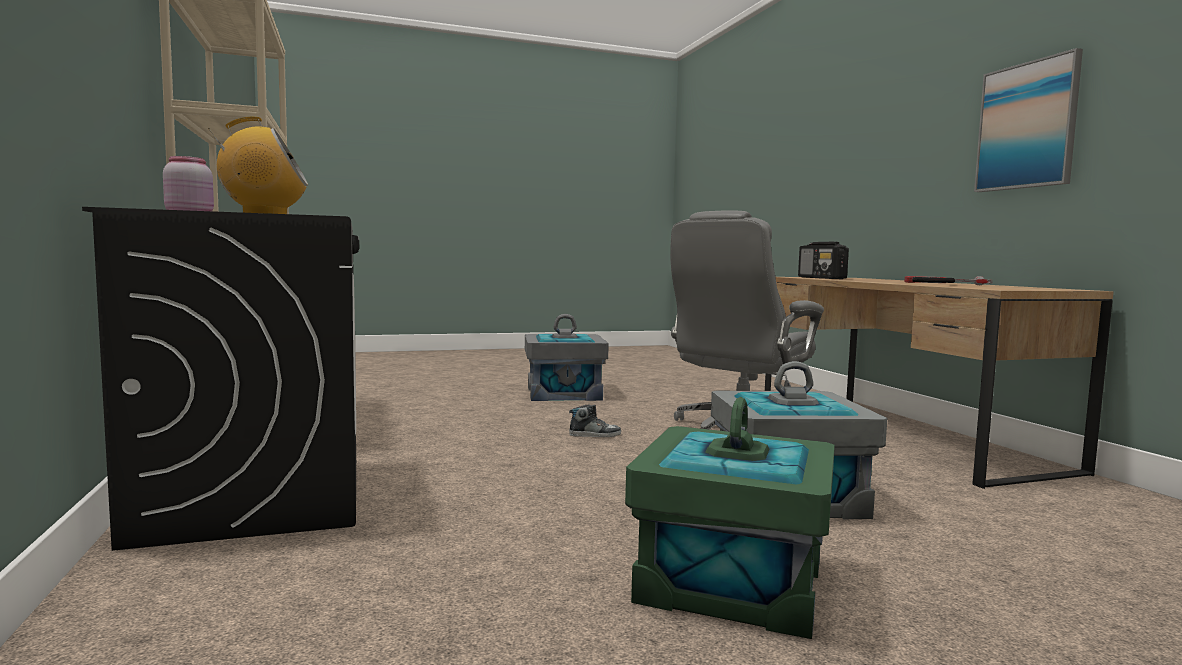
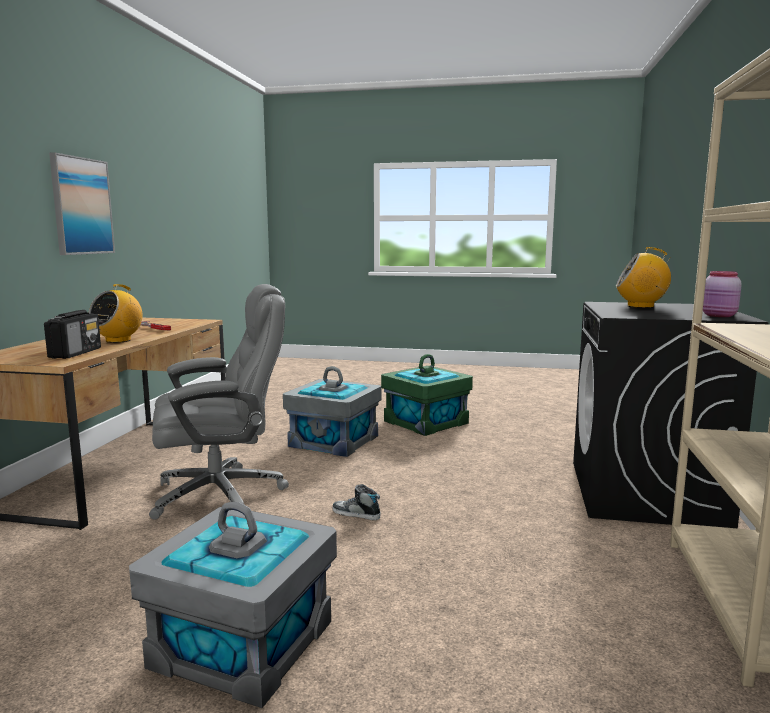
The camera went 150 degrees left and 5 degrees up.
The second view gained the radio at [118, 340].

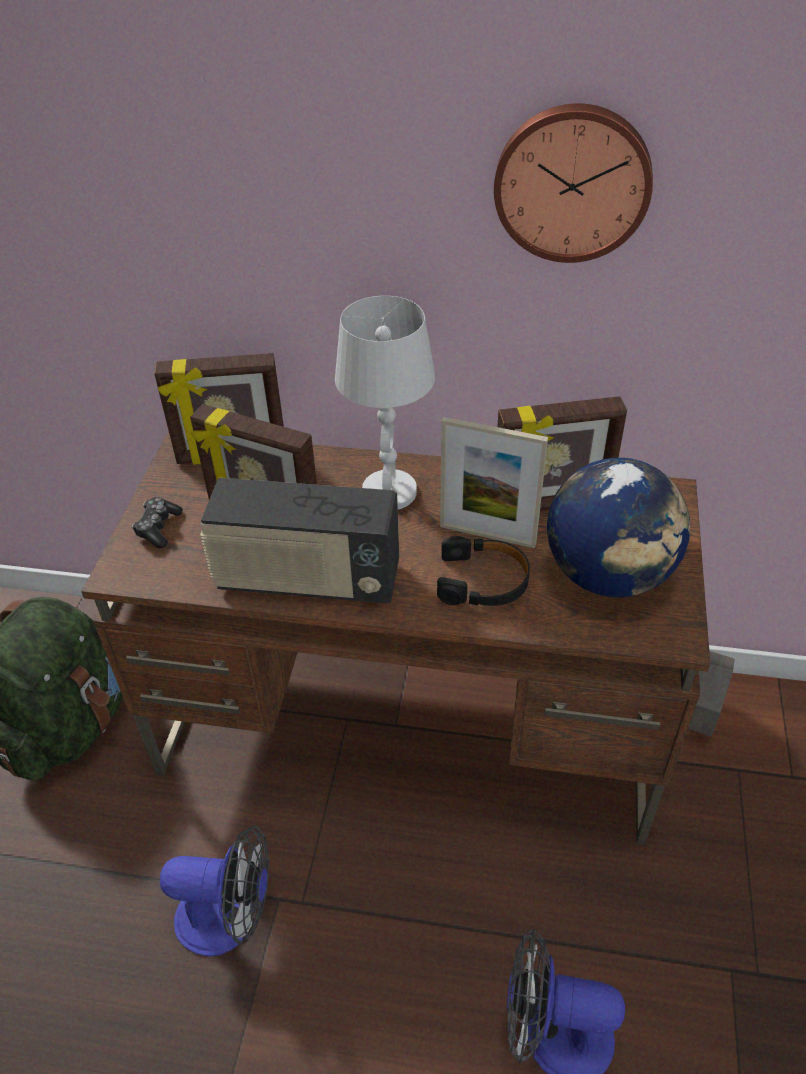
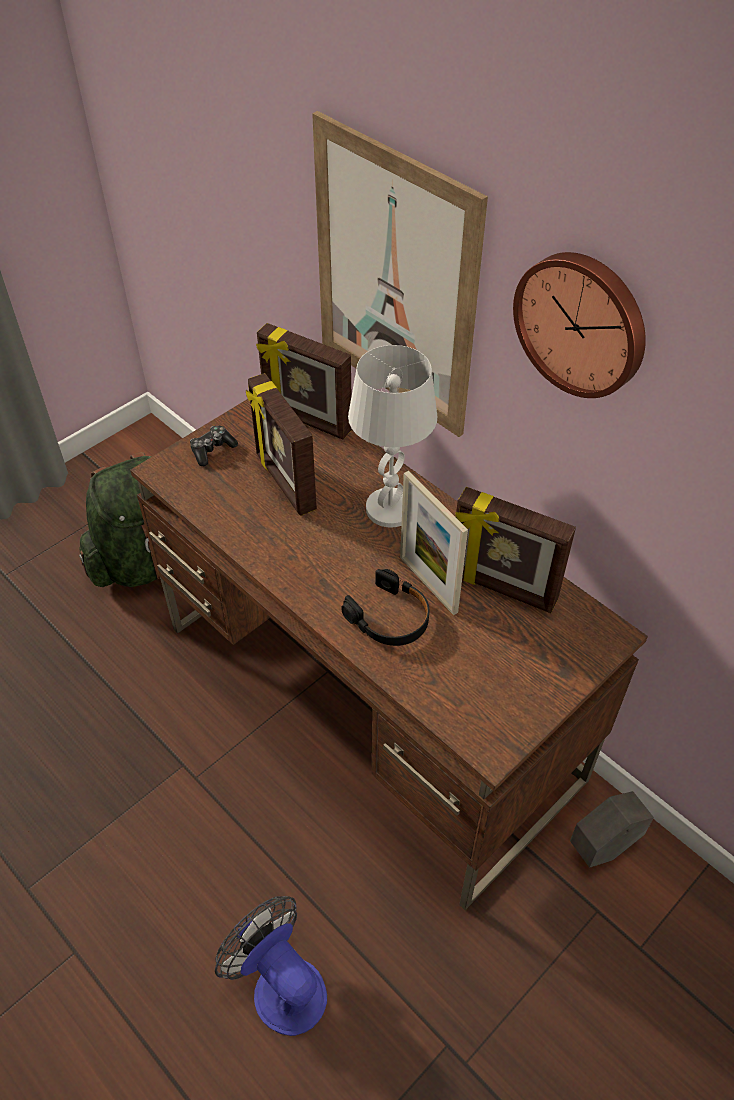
The camera went 35 degrees right and 5 degrees up.
The second view lost the ventilateur at [229, 918].
The second view lost the radio at [308, 579].
The second view lost the globe at [609, 575].
The second view gained the tableau at [394, 281].

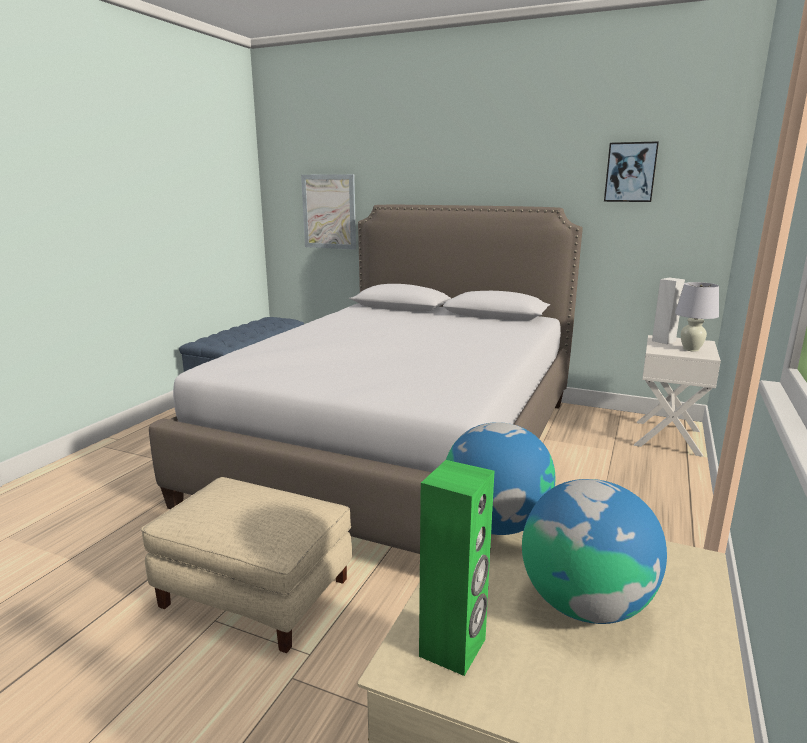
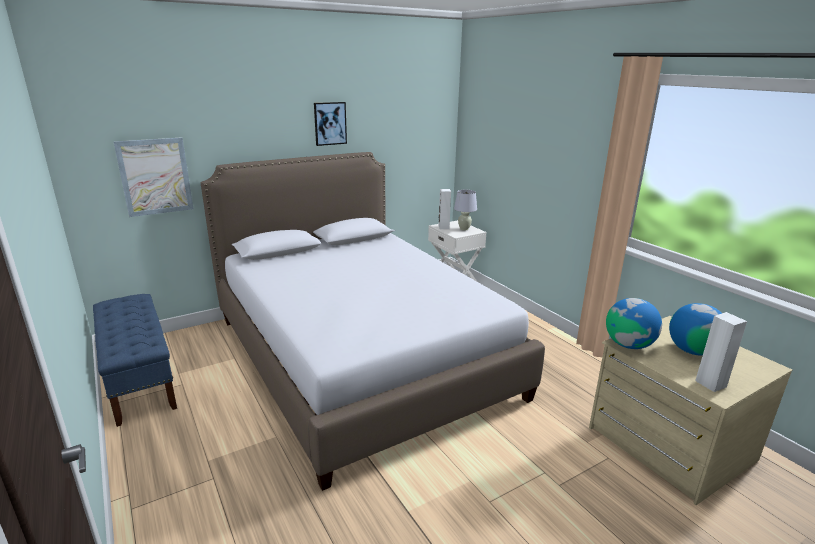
The camera went 55 degrees left and 5 degrees up.
The second view lost the pouf/beige at [257, 591].
What was the enceinte/vert at [453, 648] turned into the enceinte/blanc at [711, 384].
The tableau ended up elsewhere, having gone from [630, 172] to [330, 123].

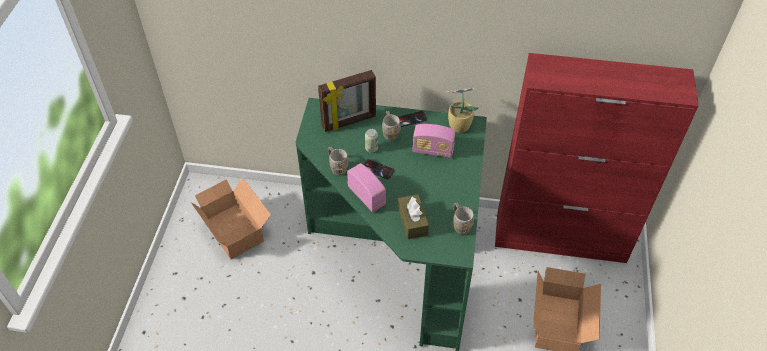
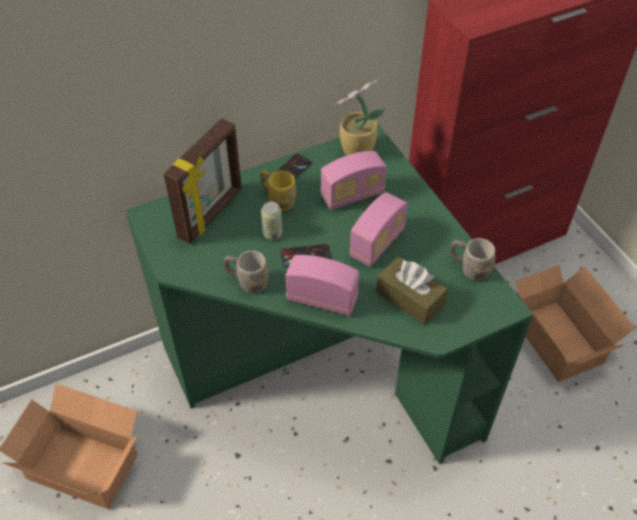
The camera went 35 degrees left and 0 degrees up.
What was the mug/gris at [390, 132] turned into the mug/jaune at [278, 200].
The second view gained the radio at [377, 243].

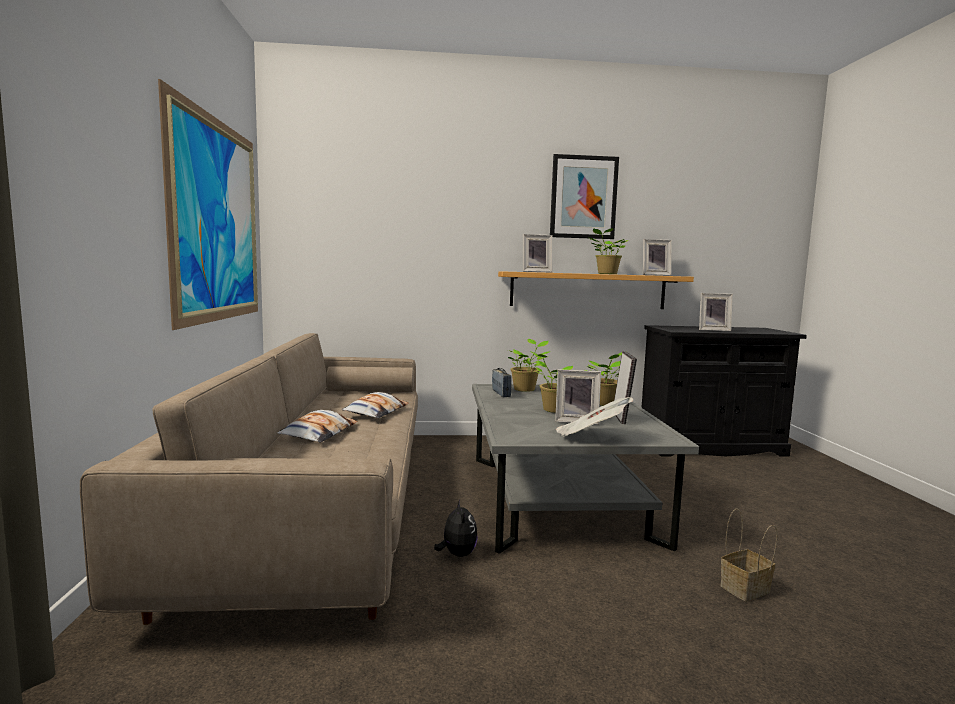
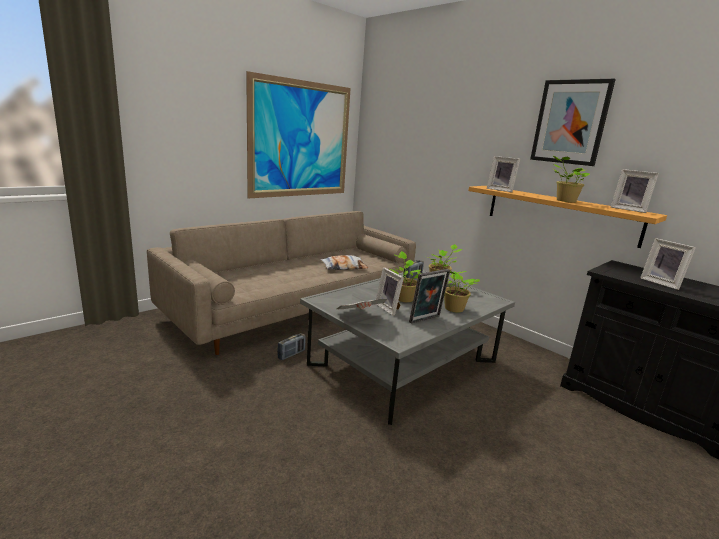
The camera went 50 degrees right and 10 degrees up.
The second view lost the coussin at [319, 433].
Where the peluche stood at [457, 554], the radio came to stand at [291, 354].
The second view lost the panier at [745, 589].

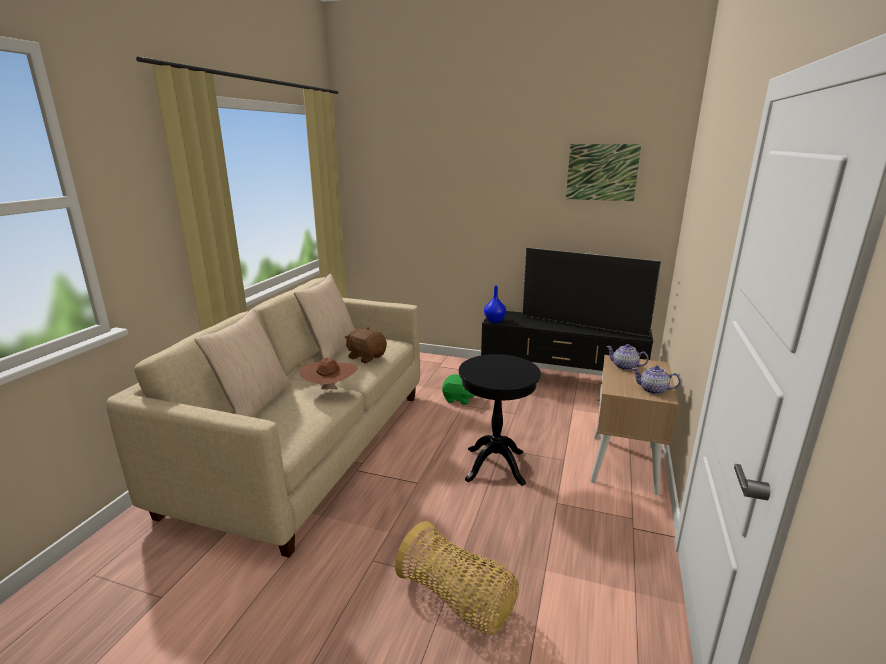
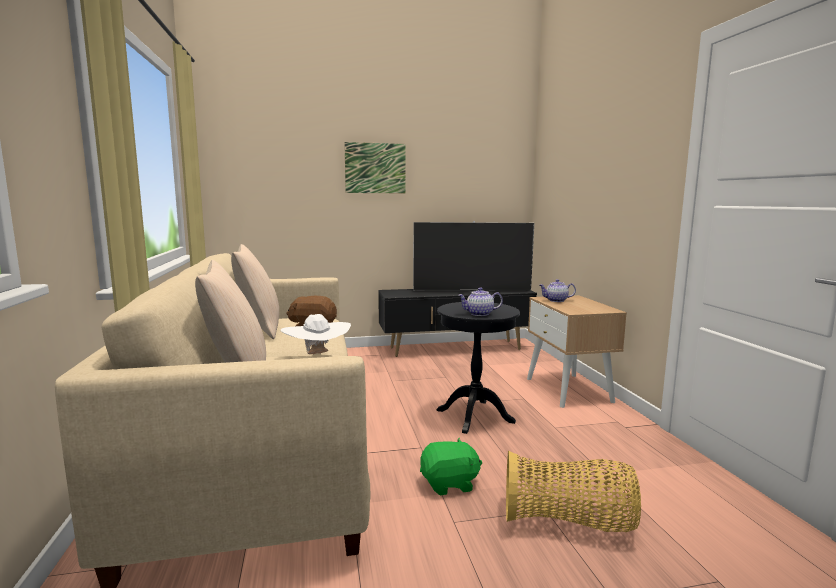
The camera went 30 degrees left and 10 degrees down.
What was the chapeau/marron at [330, 390] turned into the chapeau/blanc at [317, 355].
The peluche/vert ended up elsewhere, having gone from [459, 399] to [449, 484].
The second view lost the vase/bleu at [494, 320].
The tableau ended up elsewhere, having gone from [602, 172] to [375, 168].
The théière ended up elsewhere, having gone from [653, 390] to [479, 314].

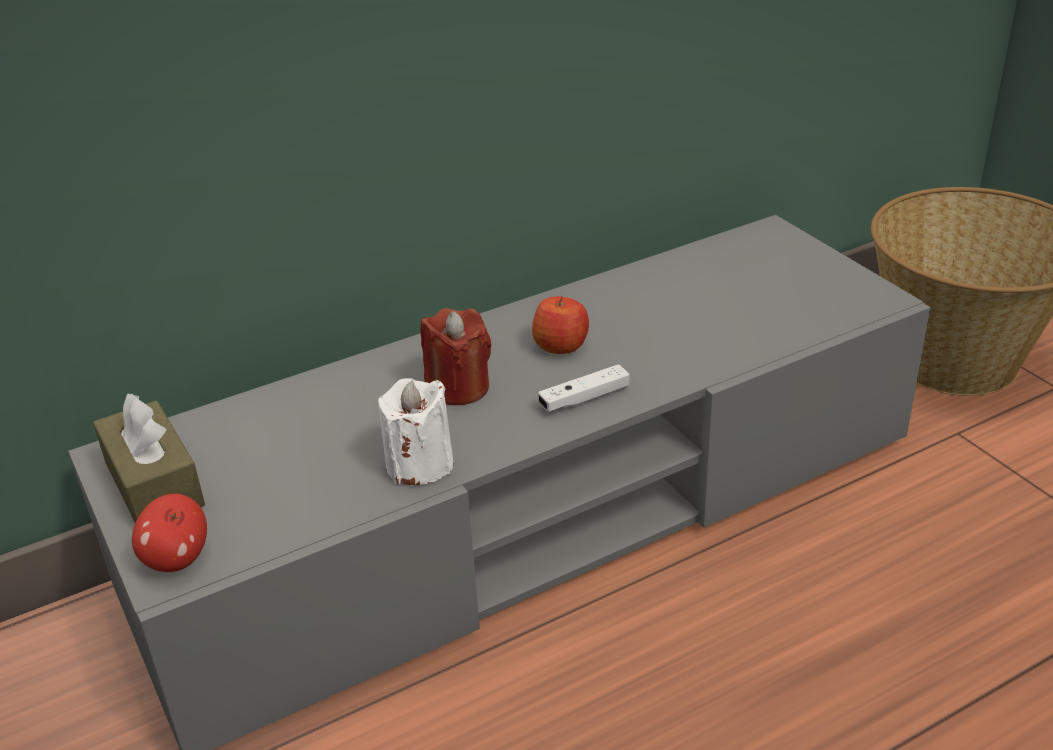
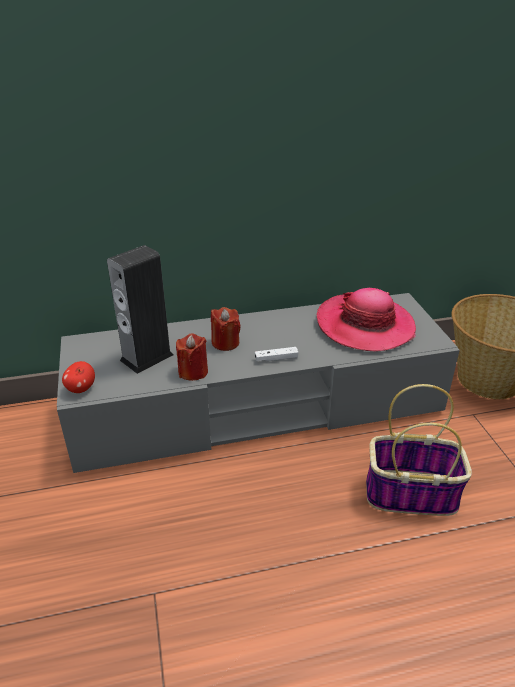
The camera went 15 degrees right and 0 degrees up.
The second view lost the boîte à mouchoirs/marron at [154, 484].
What was the bougie/blanc at [419, 464] turned into the bougie/rouge at [193, 372].
The second view lost the pomme at [561, 345].
The second view gained the enceinte at [147, 357].
The second view gained the chapeau at [365, 325].
The second view gained the panier at [412, 493].

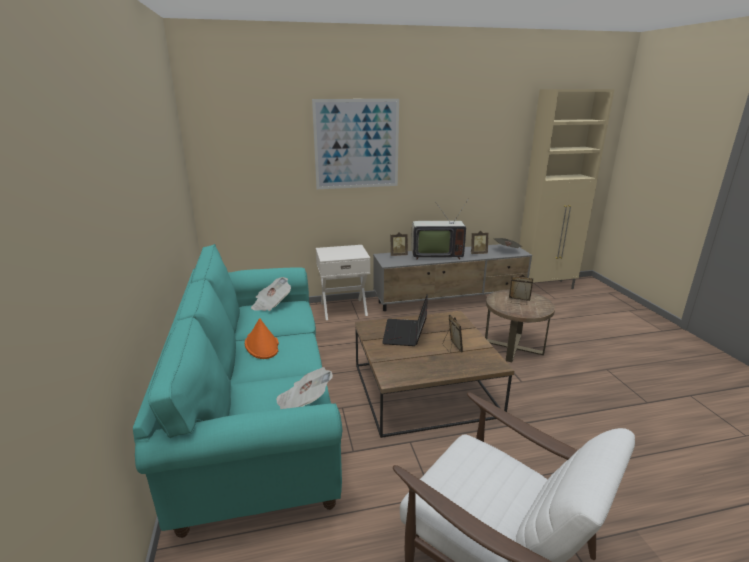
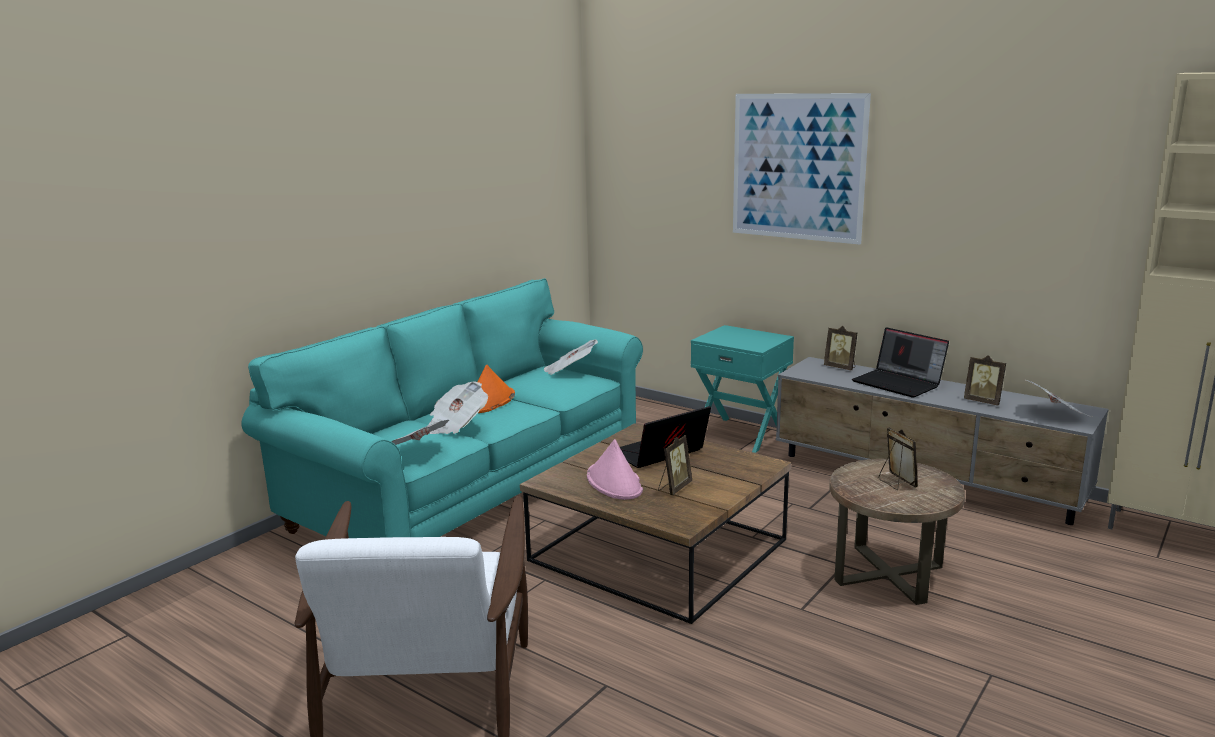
The camera went 50 degrees right and 5 degrees down.
What was the table de chevet/blanc at [343, 308] turned into the table de chevet/turquoise at [740, 434].
Where the téléviseur stood at [435, 255], the ordinateur portable came to stand at [899, 383].
The second view gained the journal at [456, 425].
The second view gained the chapeau/rose at [614, 482].

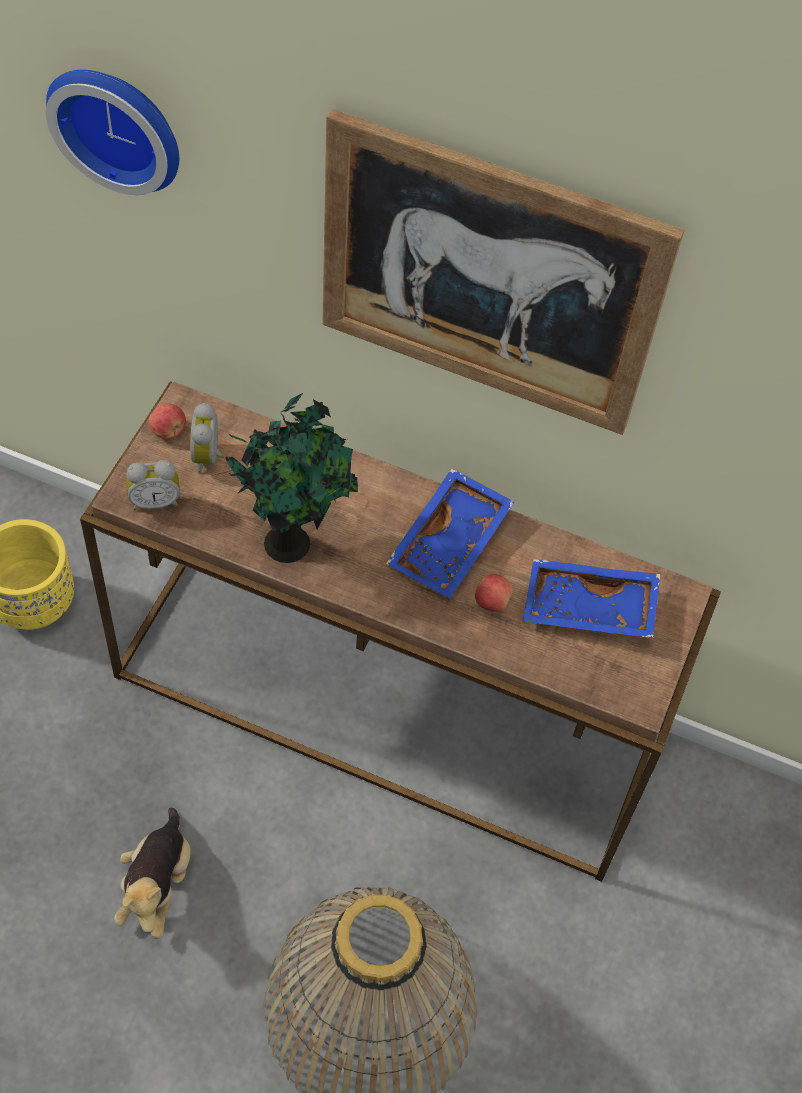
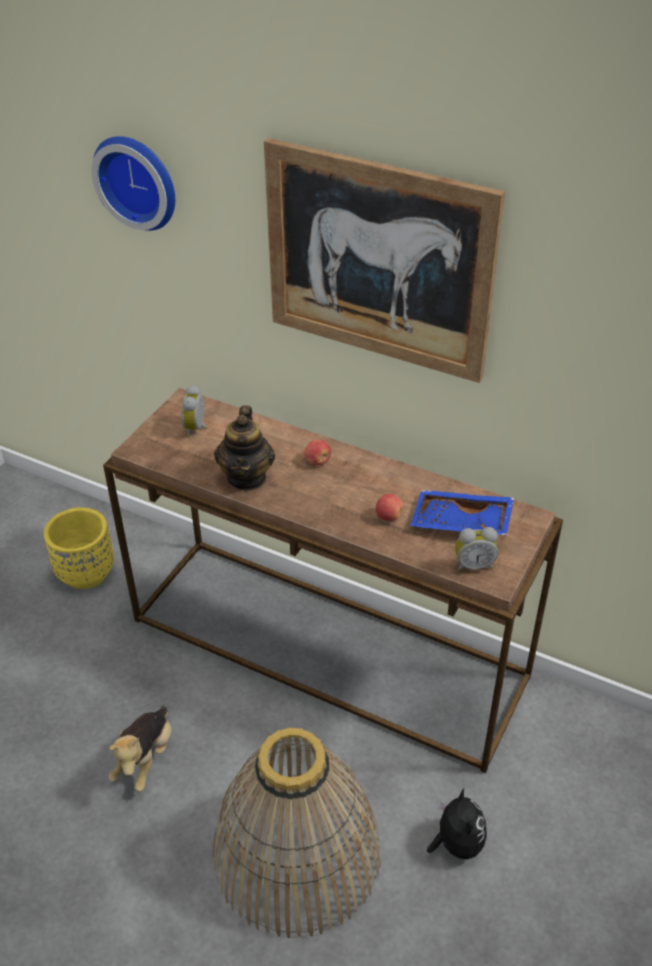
The camera went 10 degrees right and 15 degrees down.
The réveil ended up elsewhere, having gone from [155, 501] to [473, 565].
The pomme ended up elsewhere, having gone from [168, 431] to [317, 461].
Where the plante en pot stood at [291, 541], the théière came to stand at [247, 477].
The second view lost the plateau/bleu at [451, 544].
The second view gained the peluche at [457, 843].

